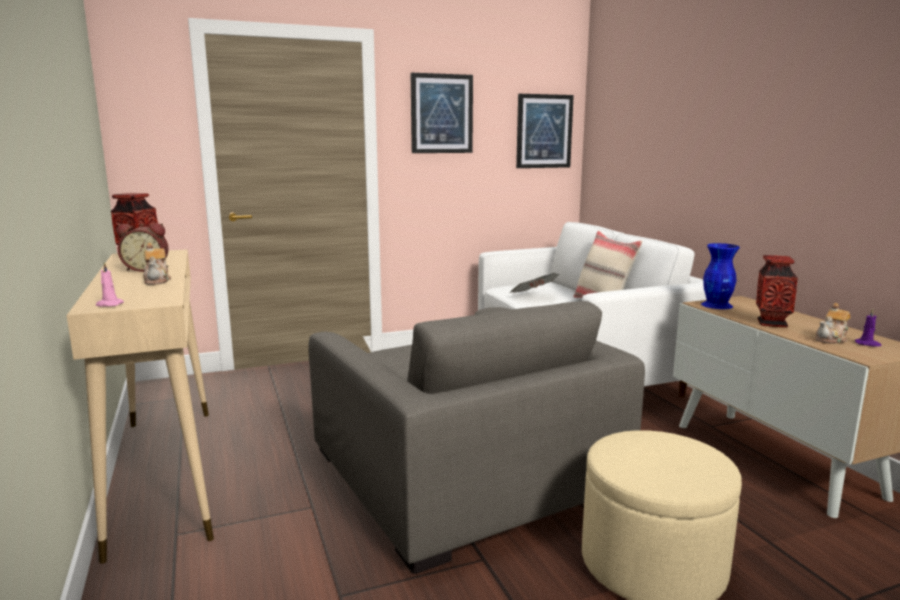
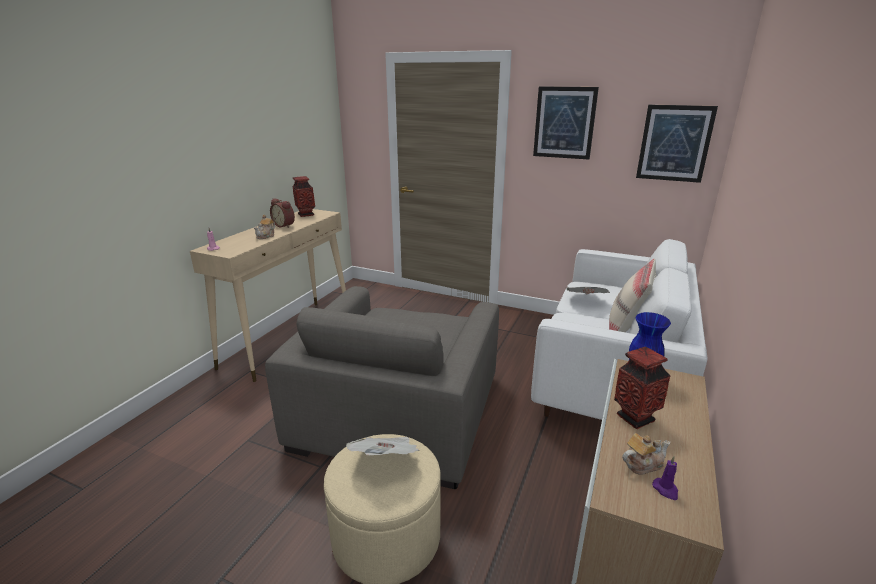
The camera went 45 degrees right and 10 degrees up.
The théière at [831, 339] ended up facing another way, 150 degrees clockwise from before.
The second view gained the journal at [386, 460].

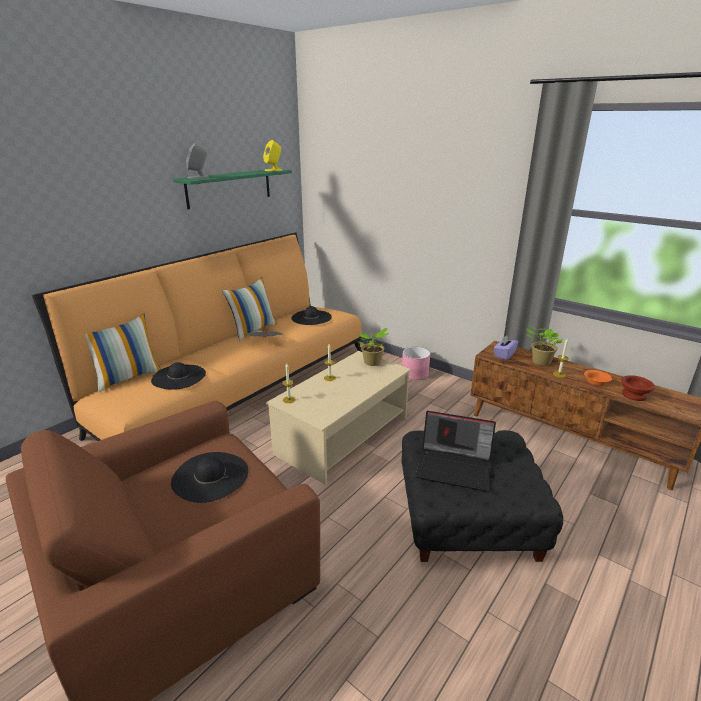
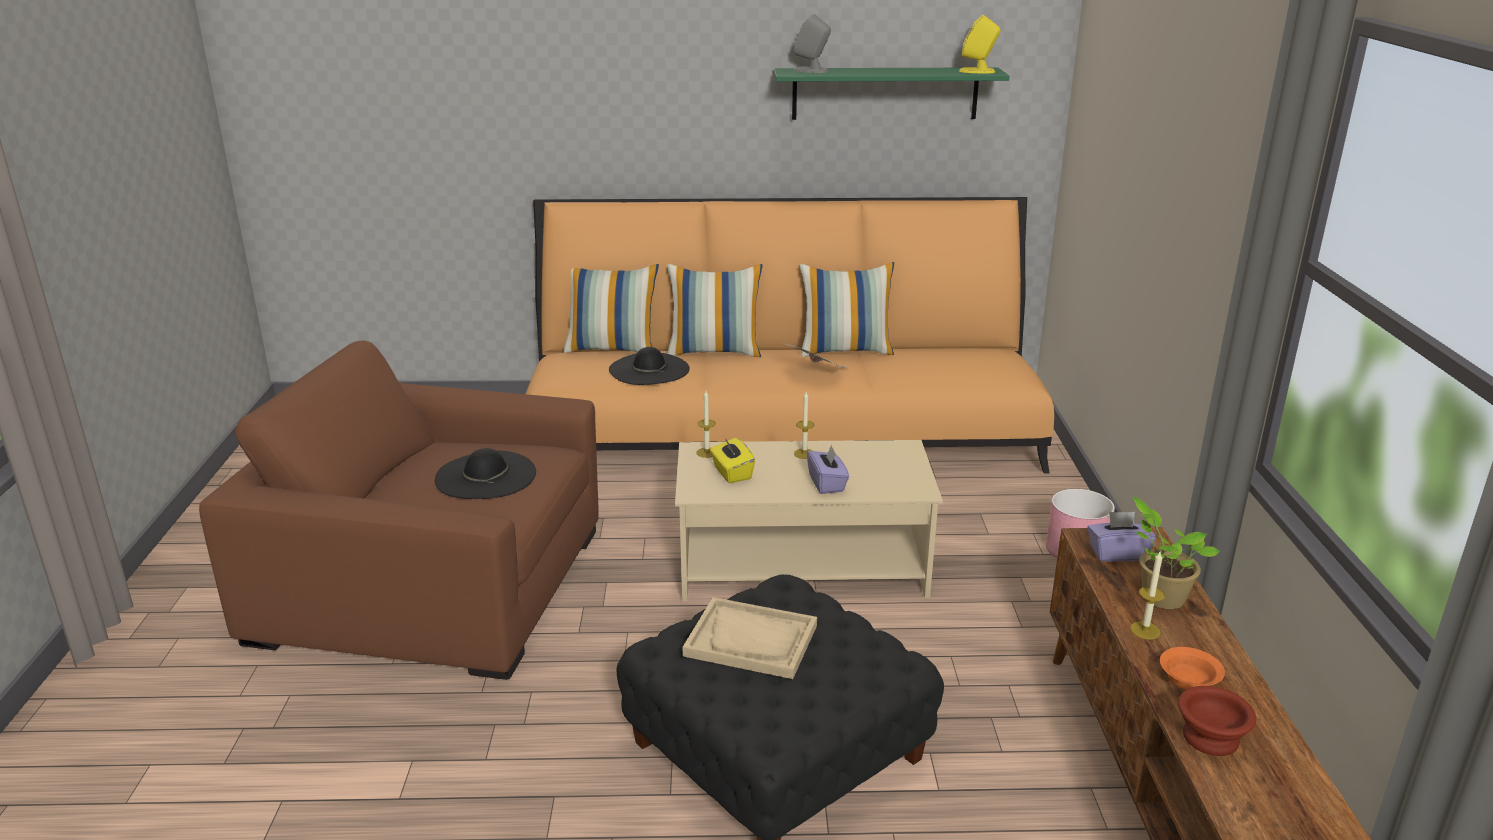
The camera went 50 degrees right and 0 degrees up.
The second view lost the chapeau/noir at [311, 317].
The second view lost the plante en pot at [373, 363].
Where the ordinateur portable stood at [455, 467], the plateau/beige came to stand at [751, 640].
The second view gained the coussin at [715, 351].
The second view gained the boîte à mouchoirs/jaune at [732, 473].
The second view gained the boîte à mouchoirs/violet at [827, 484].

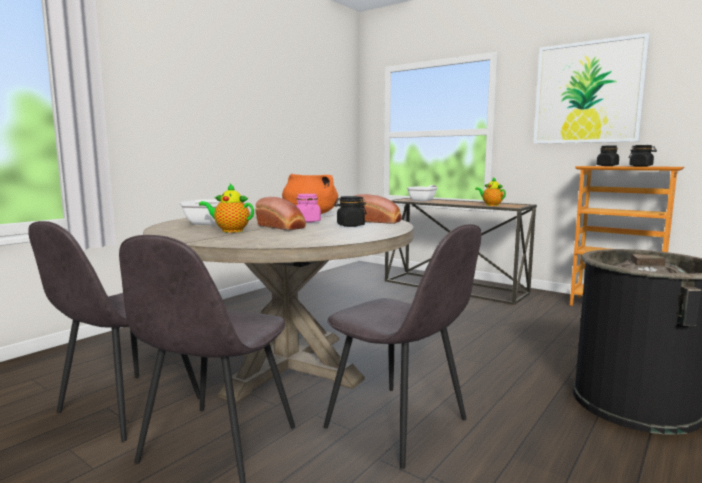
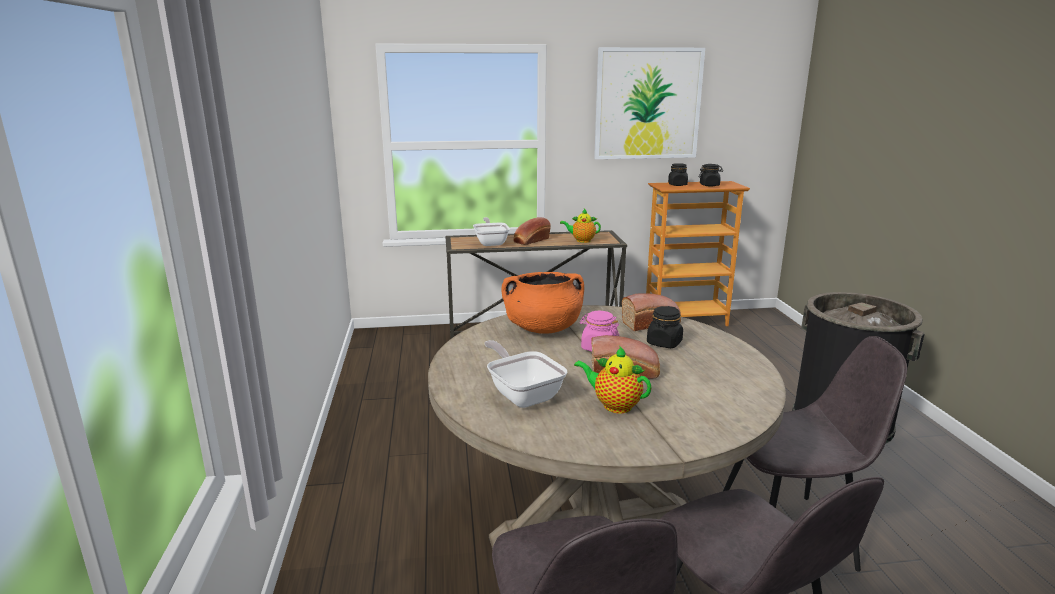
The camera went 45 degrees left and 10 degrees up.
The théière at [230, 230] ended up facing another way, 60 degrees clockwise from before.
The second view gained the pain at [530, 240].

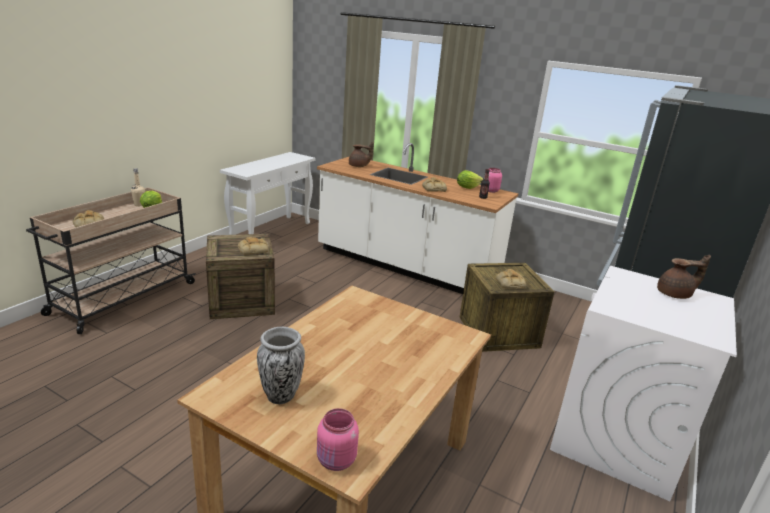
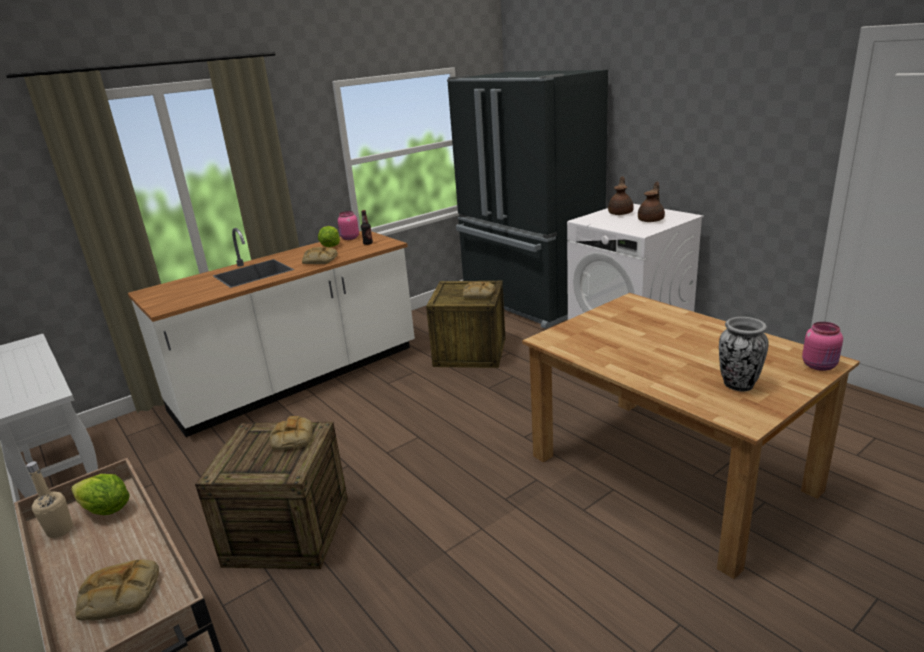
The camera went 65 degrees left and 0 degrees up.
The théière/marron ended up elsewhere, having gone from [359, 166] to [651, 220].

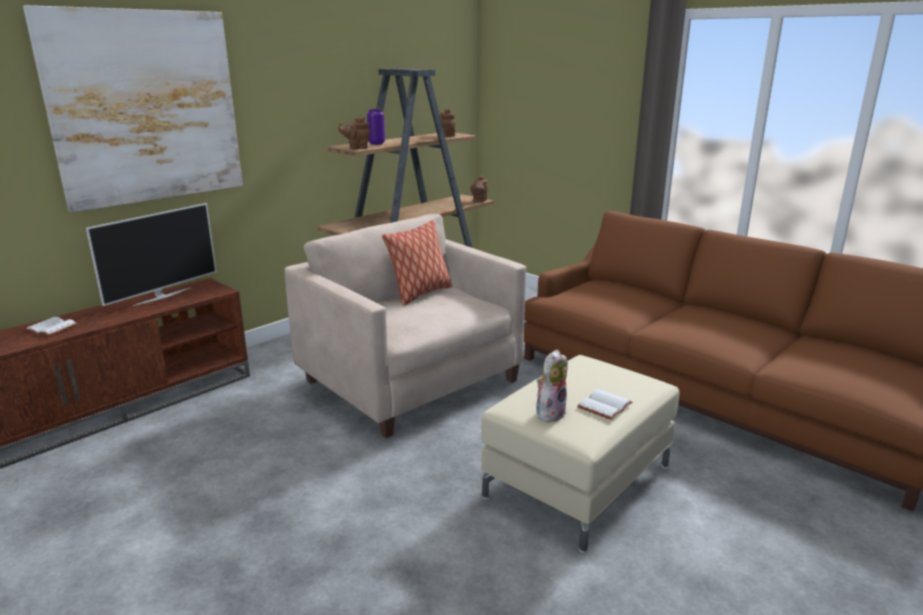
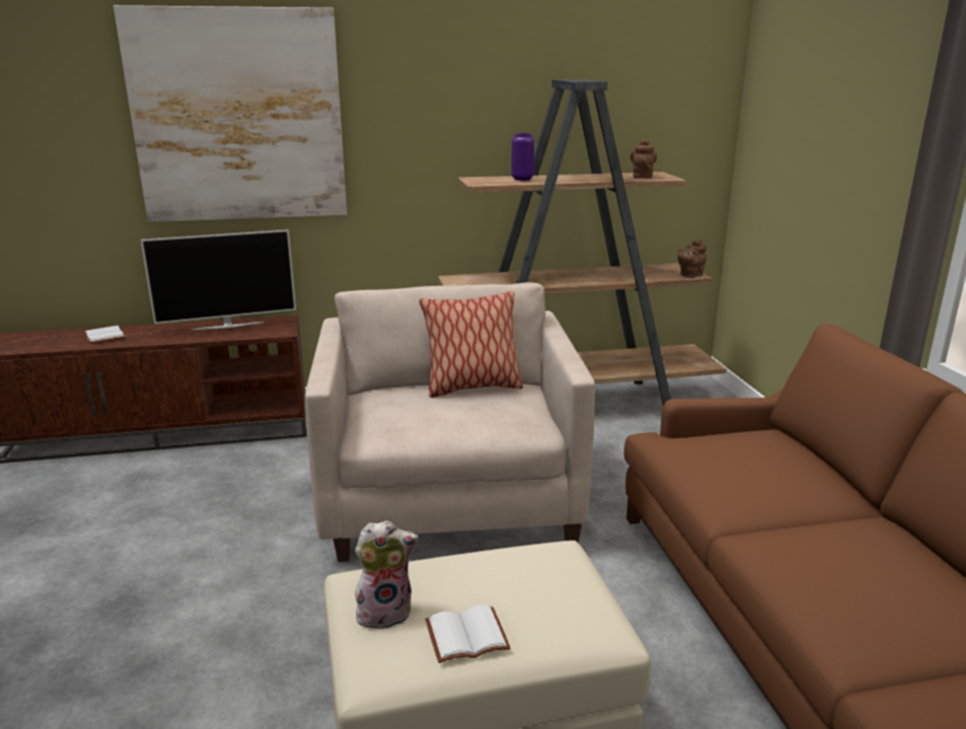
The camera went 35 degrees right and 0 degrees up.
The second view lost the théière/marron at [356, 148].

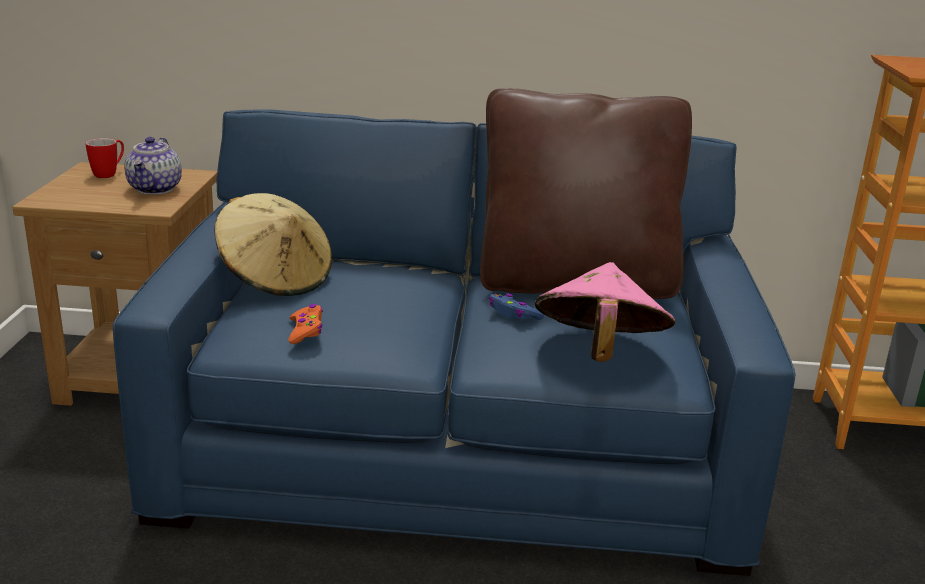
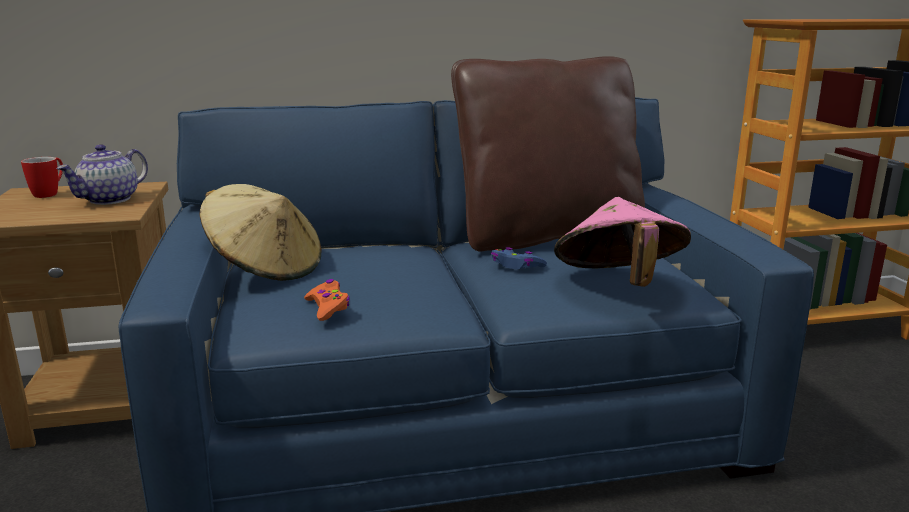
The camera went 15 degrees left and 5 degrees down.
The théière at [155, 189] ended up facing another way, 45 degrees clockwise from before.

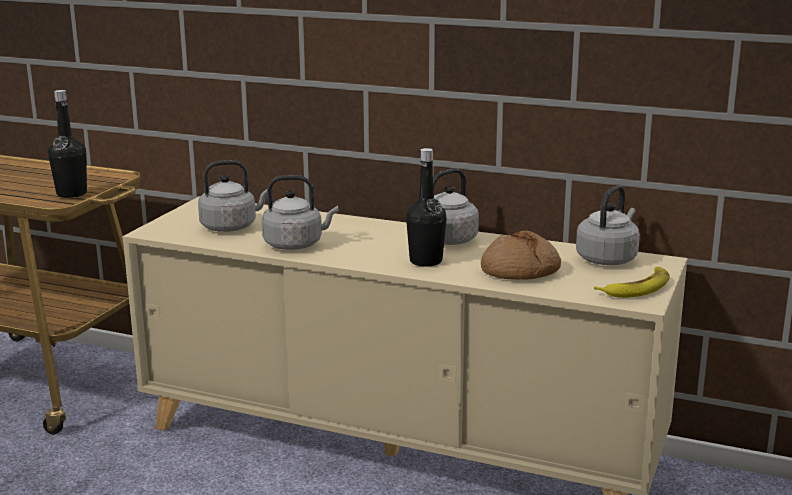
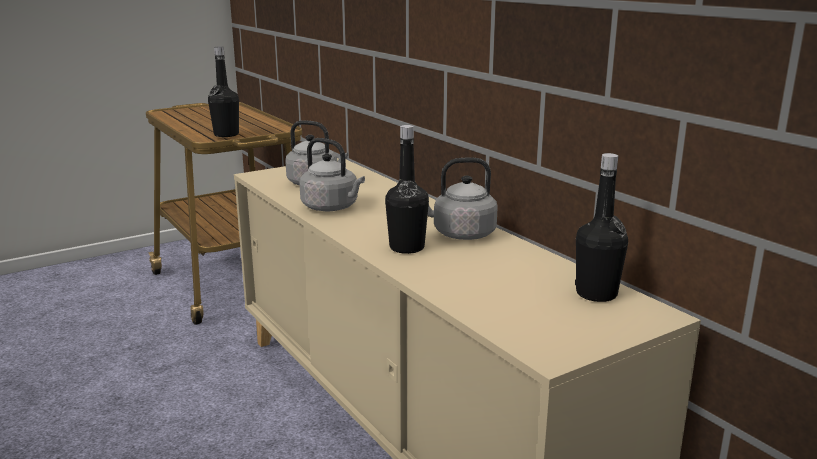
The camera went 35 degrees right and 0 degrees up.
The second view lost the pain at [520, 271].
Where the bouilloire/gris stood at [608, 258], the bouteille/noir came to stand at [596, 294].
The second view lost the banane at [637, 288].

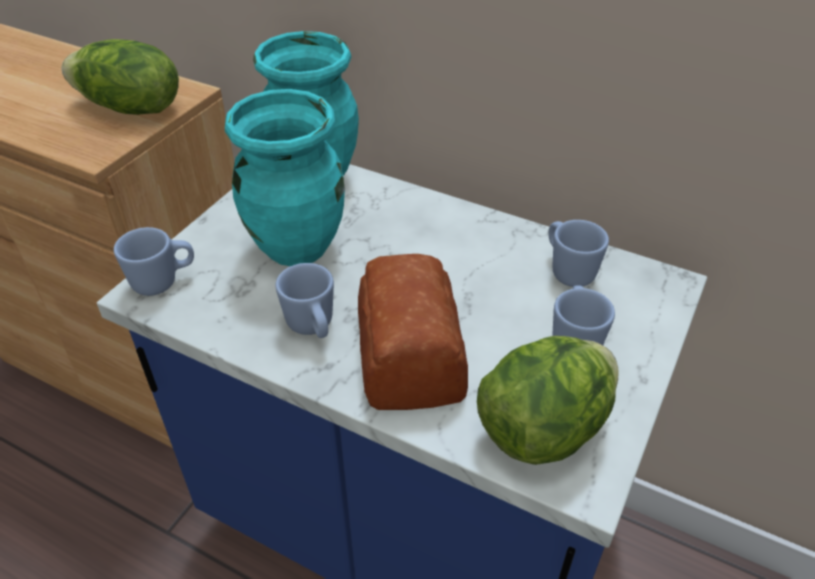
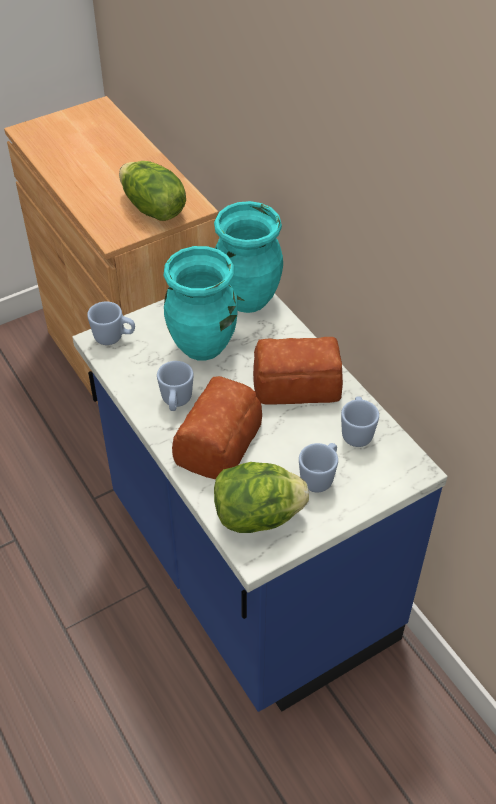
The camera went 30 degrees right and 5 degrees up.
The second view gained the pain at [299, 384].

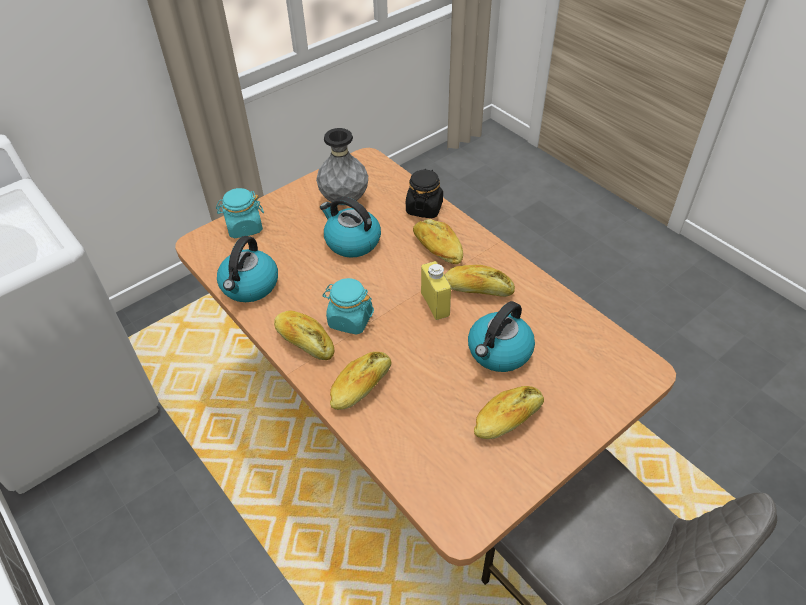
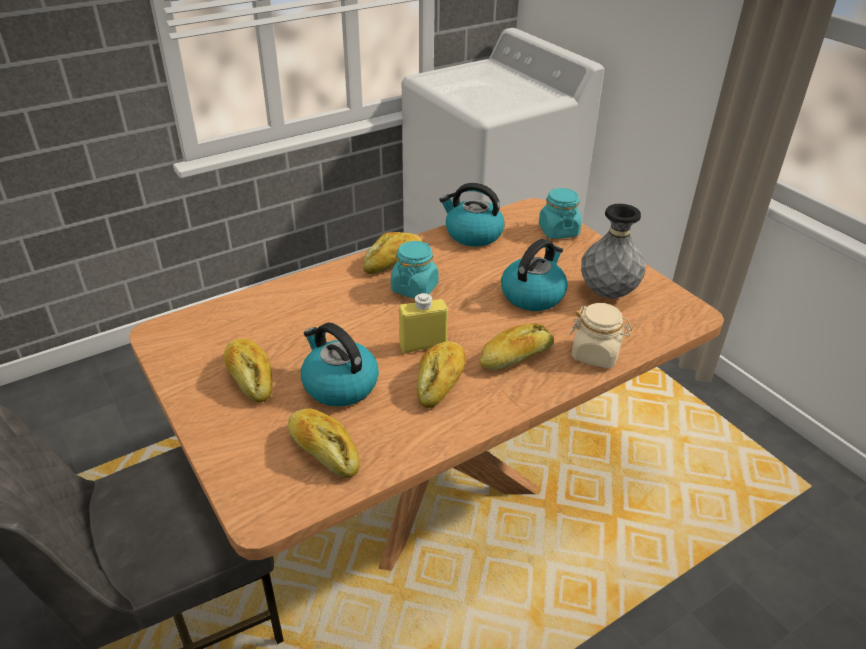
The camera went 95 degrees right and 10 degrees down.
The pain ended up elsewhere, having gone from [361, 386] to [324, 451].
What was the bocal/noir at [424, 208] turned into the bocal/beige at [595, 354].

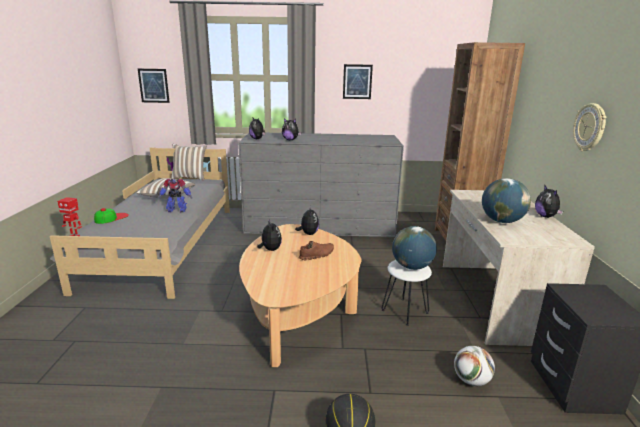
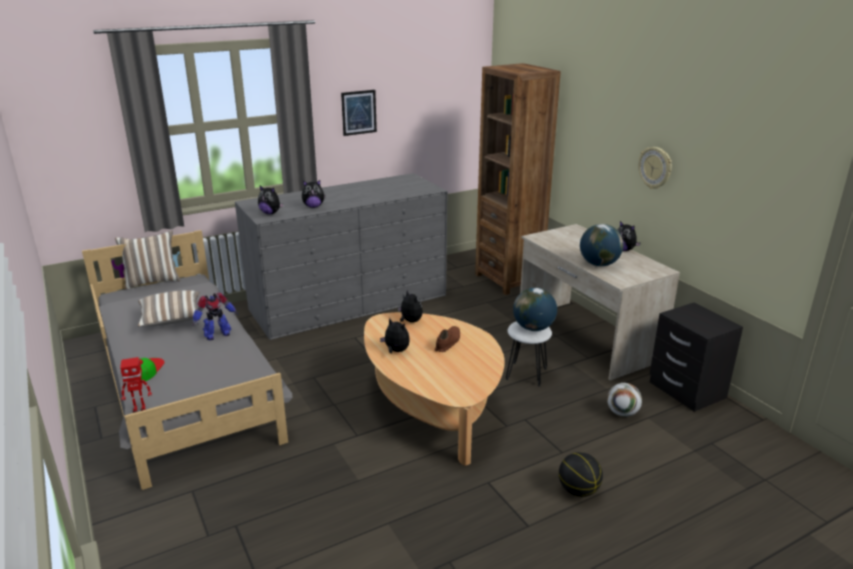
The camera went 30 degrees left and 5 degrees up.
The second view lost the tableau at [153, 85].

